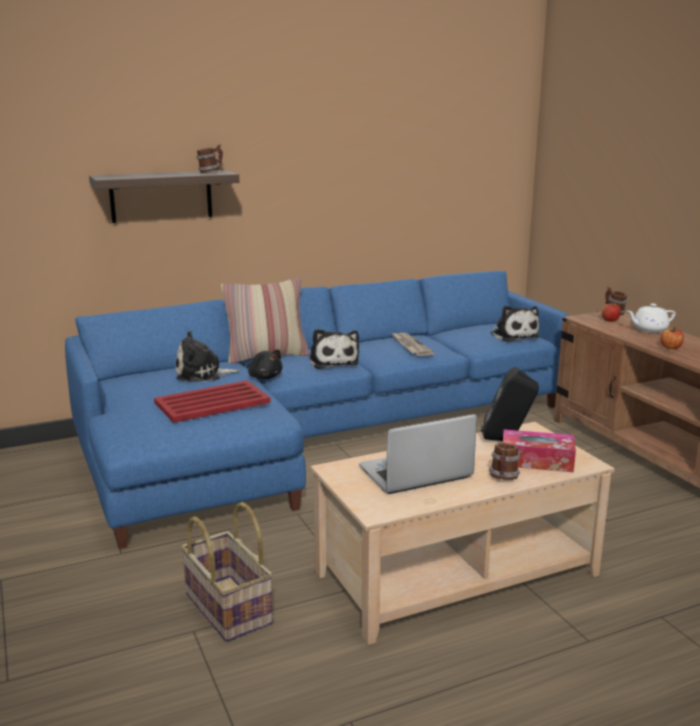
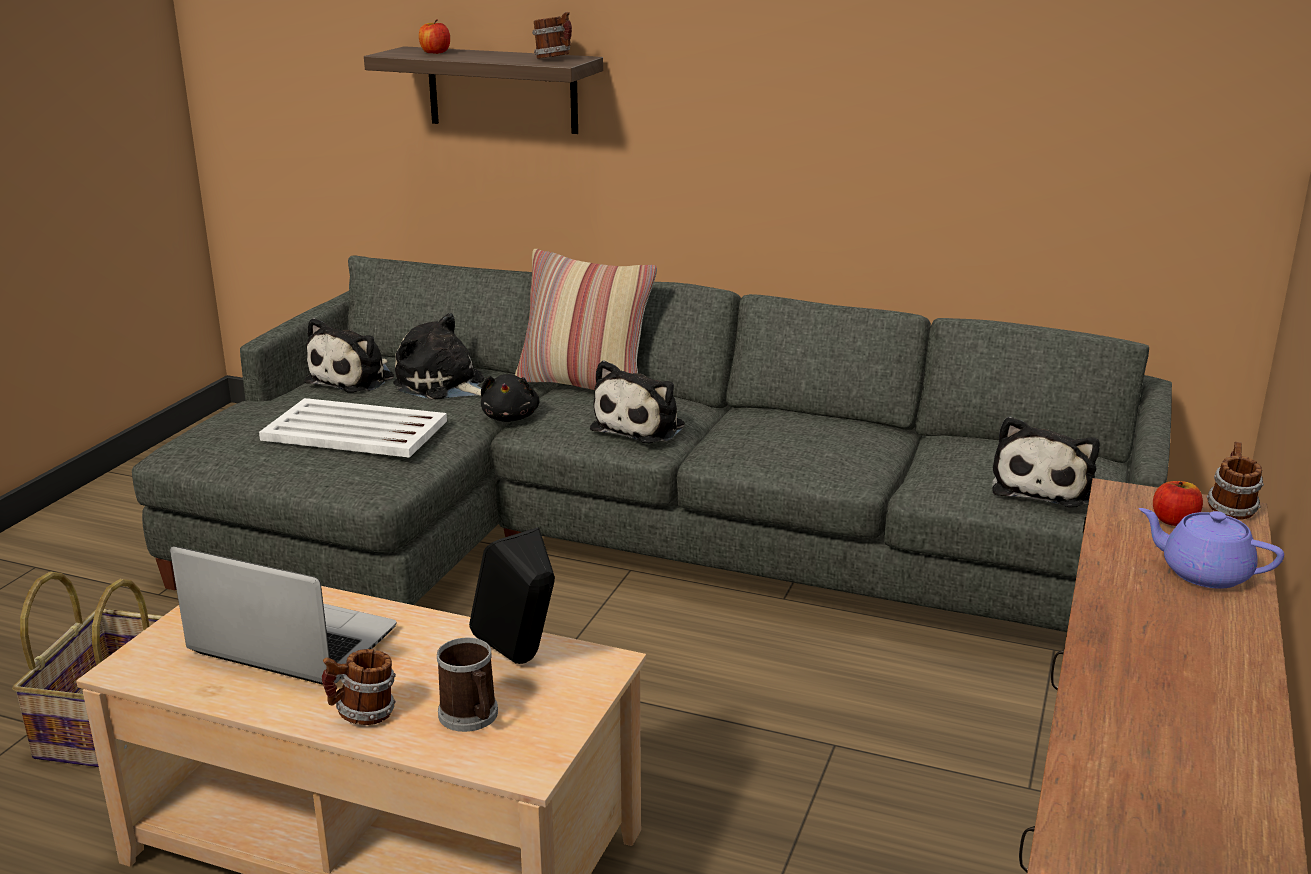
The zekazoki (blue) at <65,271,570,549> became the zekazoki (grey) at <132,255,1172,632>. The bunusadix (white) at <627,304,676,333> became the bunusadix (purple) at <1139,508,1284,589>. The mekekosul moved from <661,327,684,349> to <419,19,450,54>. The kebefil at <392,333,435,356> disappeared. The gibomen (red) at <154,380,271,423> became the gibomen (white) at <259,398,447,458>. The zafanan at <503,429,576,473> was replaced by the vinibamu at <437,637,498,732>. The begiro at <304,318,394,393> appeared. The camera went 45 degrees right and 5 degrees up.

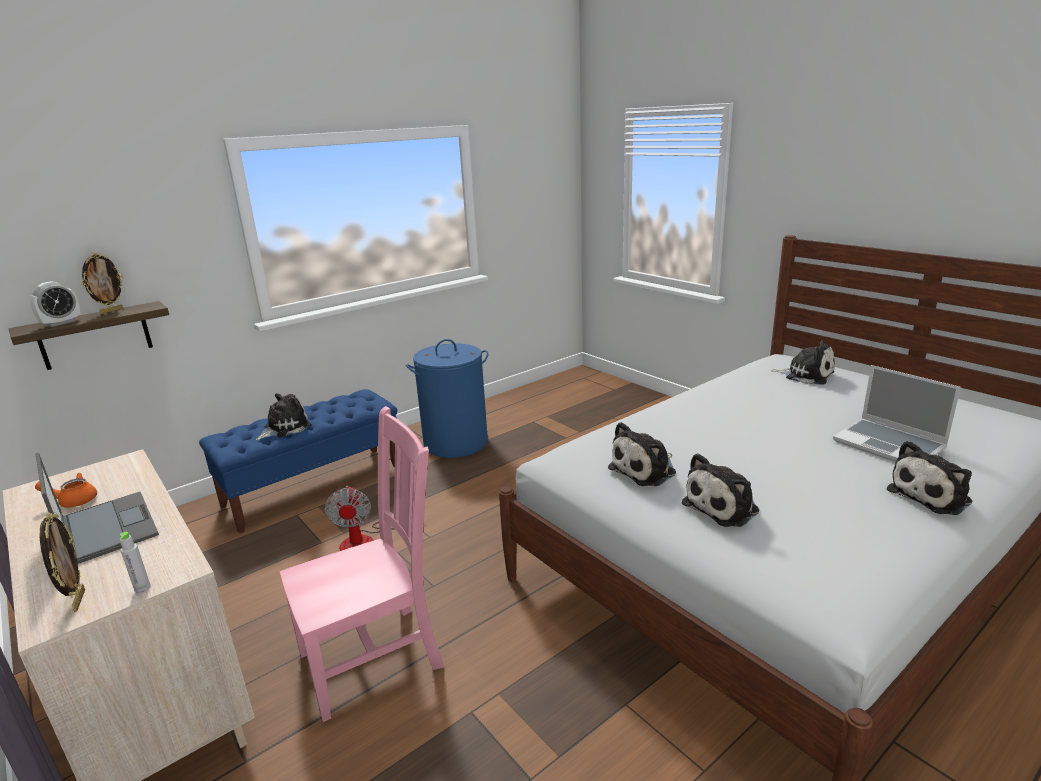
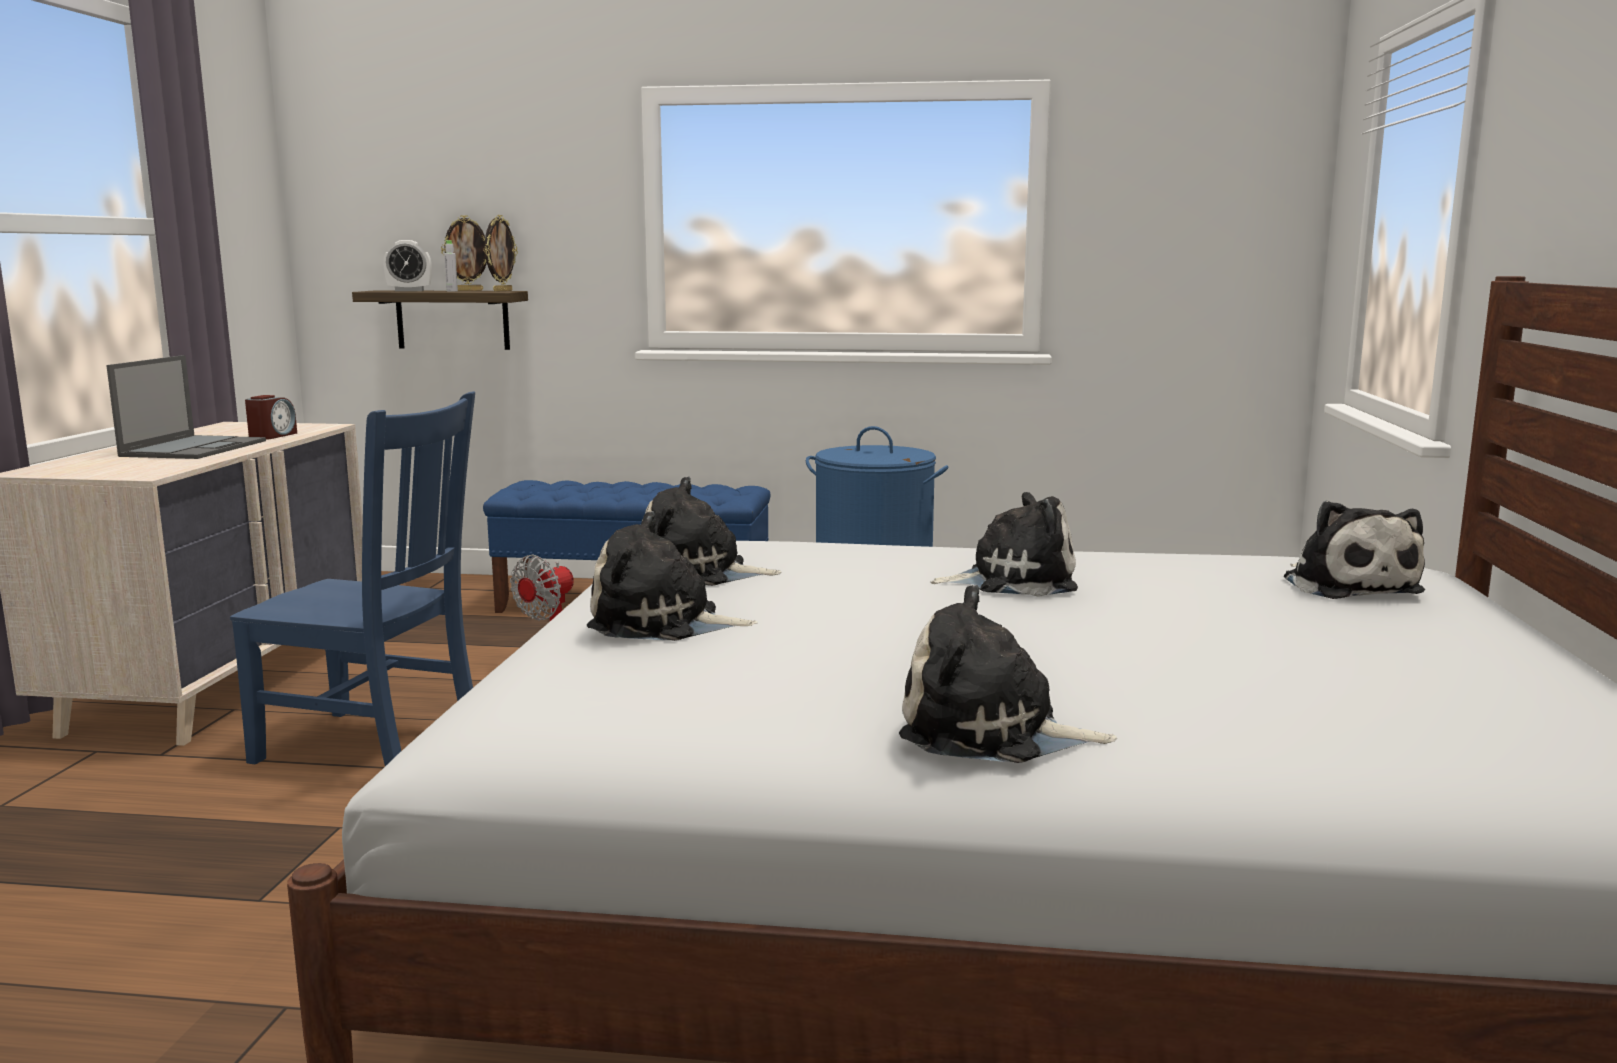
The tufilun at <833,365,961,462> disappeared. The begiro moved from <256,393,312,440> to <930,492,1078,597>. The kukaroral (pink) at <280,406,444,722> became the kukaroral (blue) at <230,391,475,766>. The bunusadix (orange) at <35,473,97,508> disappeared. The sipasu moved from <40,512,85,612> to <485,215,518,292>. The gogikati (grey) moved from <120,532,151,594> to <444,240,458,292>. The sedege at <245,395,297,440> appeared. The camera went 45 degrees right and 10 degrees down.

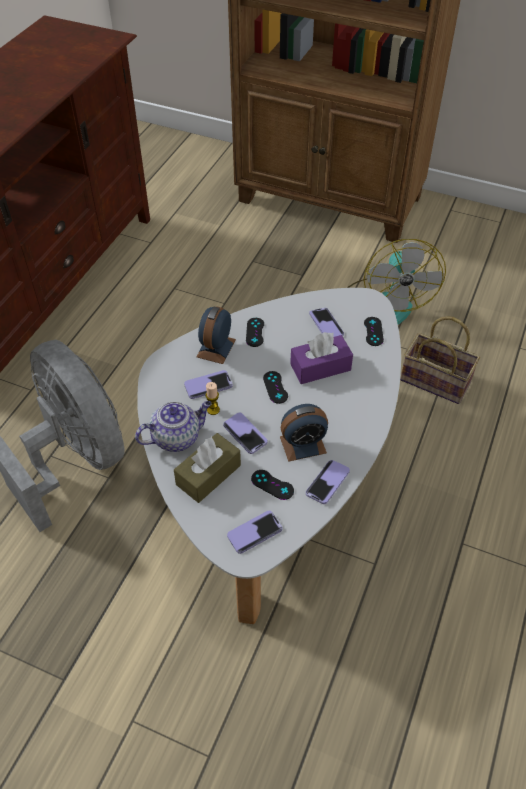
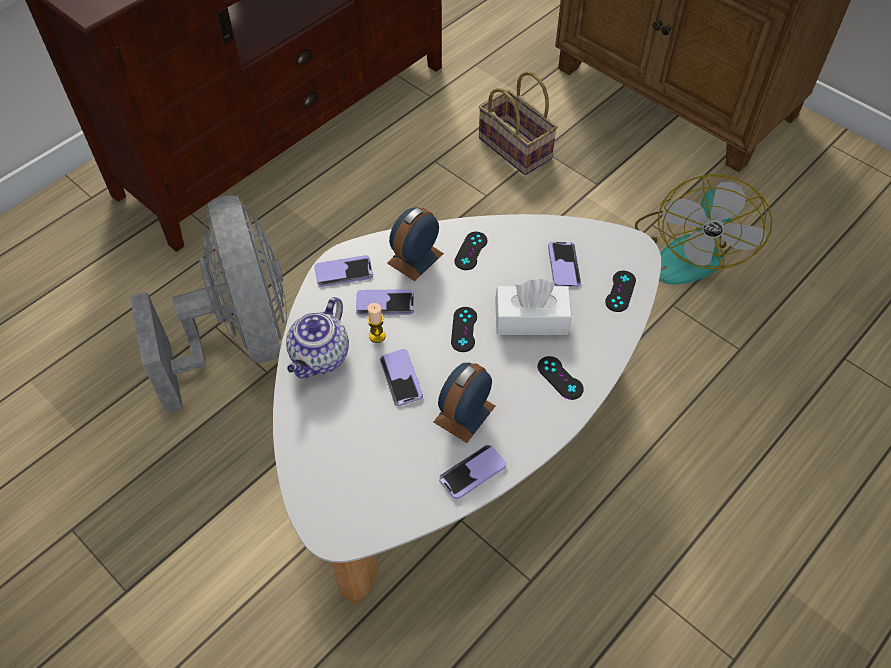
The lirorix moved from <400,316,480,404> to <479,71,558,175>. The zafanan (purple) at <290,332,353,384> became the zafanan (white) at <495,279,572,335>. The bunusadix at <135,401,212,452> turned 120 degrees clockwise. The sedege at <280,404,328,462> turned 120 degrees clockwise. The zafanan (brown) at <174,433,241,503> disappeared. The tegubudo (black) moved from <251,470,294,500> to <538,356,584,400>. The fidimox moved from <227,511,282,554> to <315,255,373,287>. The camera went 20 degrees right and 5 degrees up.

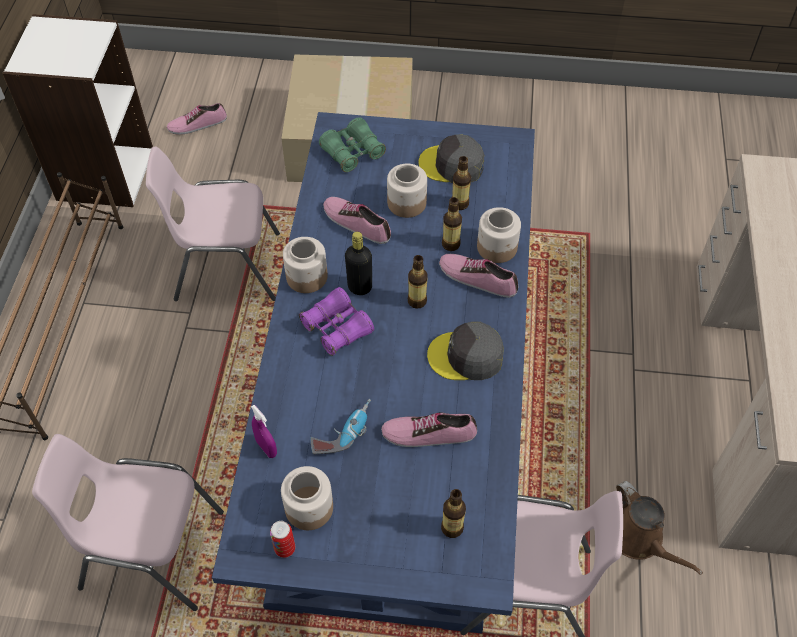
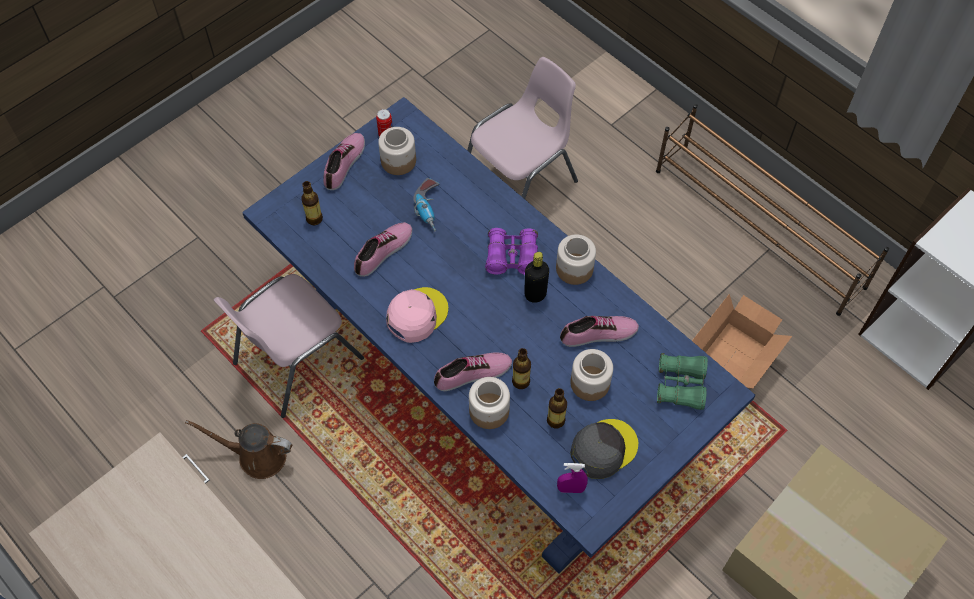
The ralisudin moved from <167,103,227,135> to <323,133,365,190>. The kukaroral (pink) at <146,146,280,301> was replaced by the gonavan at <692,294,792,388>. The gogikati at <408,255,428,309> disappeared. The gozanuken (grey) at <427,321,504,380> became the gozanuken (pink) at <386,287,448,343>. The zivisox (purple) moved from <251,405,277,458> to <557,463,588,493>. The camera went 130 degrees right and 5 degrees up.

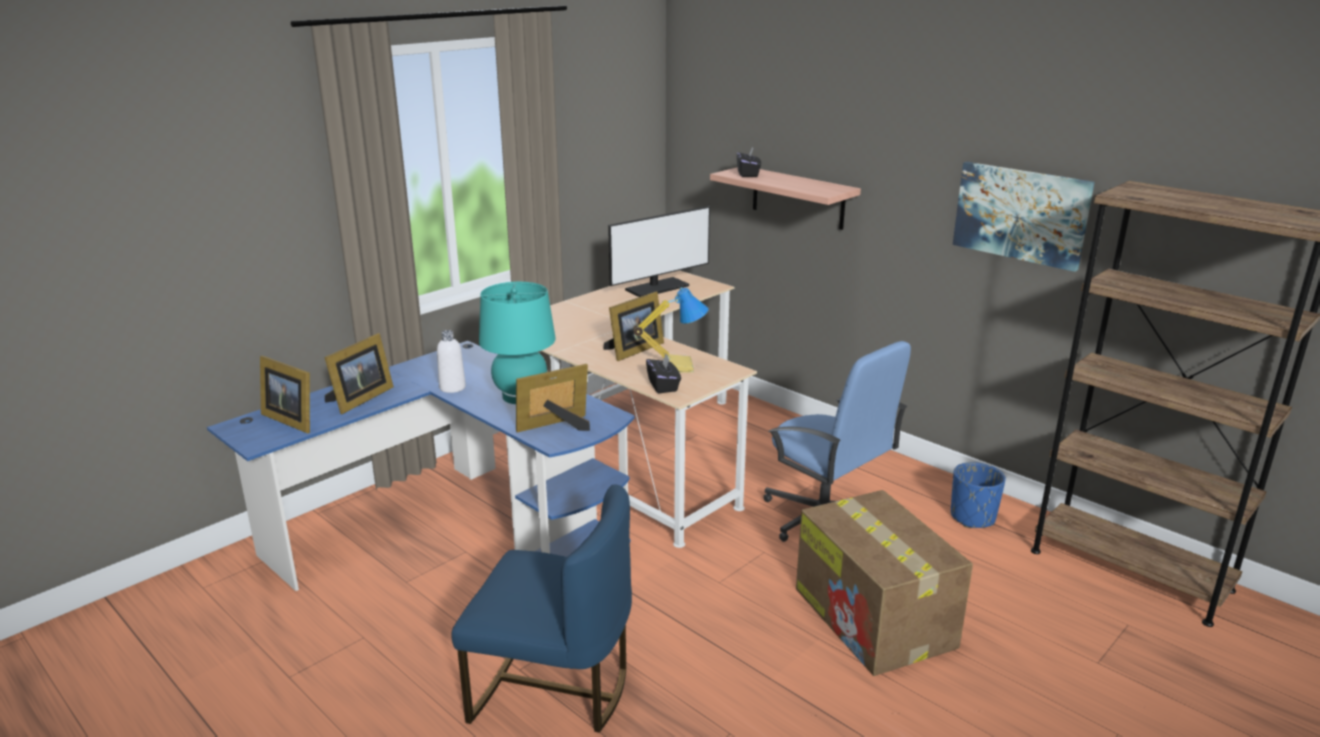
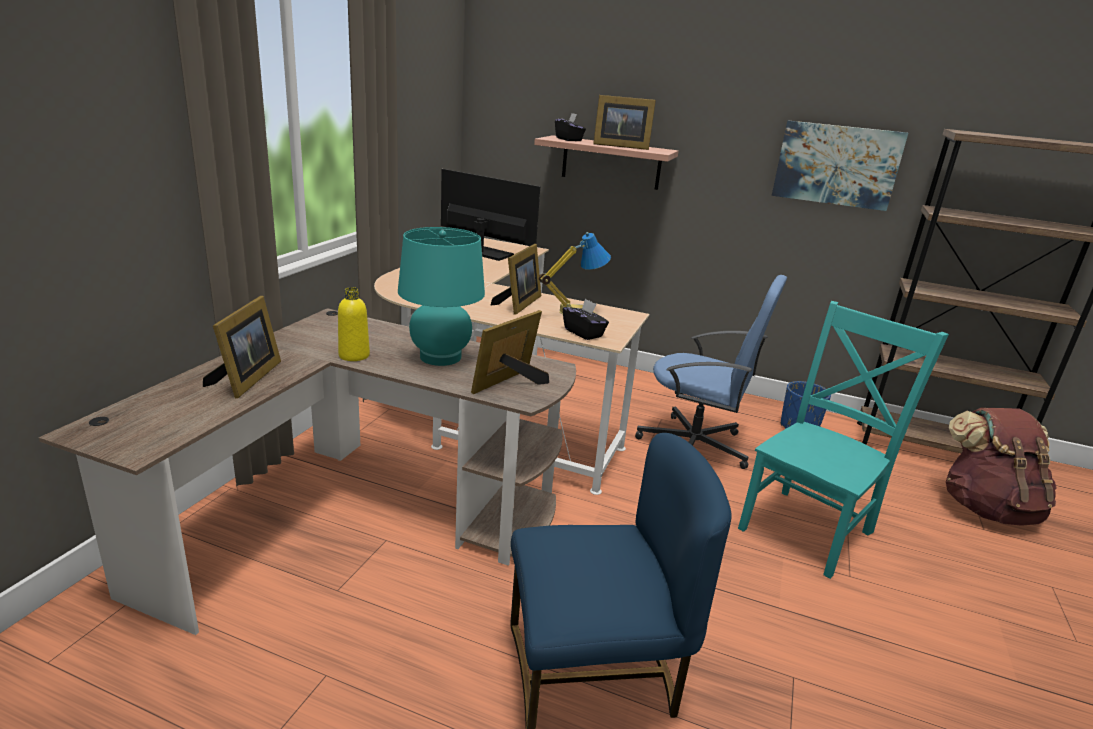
The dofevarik at <608,206,710,297> turned 90 degrees counterclockwise. The gogikati (white) at <437,330,466,393> became the gogikati (yellow) at <338,287,370,361>. The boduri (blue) at <207,341,635,591> became the boduri (brown) at <39,308,576,635>. The sipasu moved from <260,356,310,433> to <593,95,656,150>. The gonavan at <796,490,973,676> was replaced by the kukaroral (turquoise) at <738,301,949,579>. The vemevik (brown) at <946,408,1057,526> appeared. The camera went 25 degrees left and 0 degrees up.

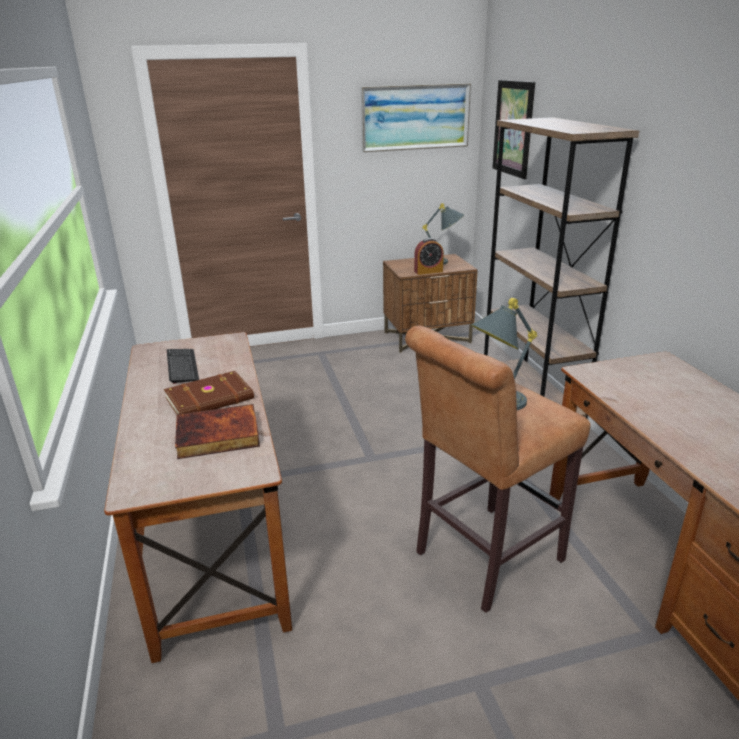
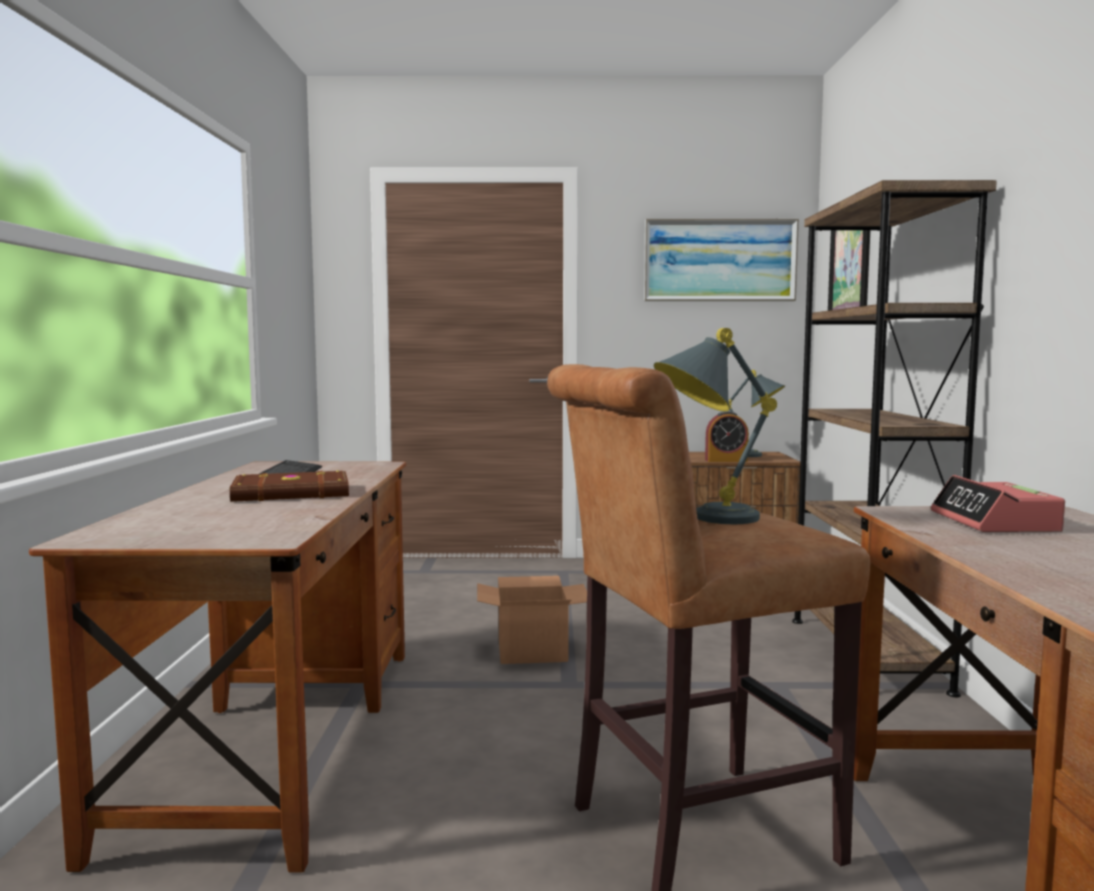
The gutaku at <175,404,260,459> disappeared. The sedege at <931,475,1065,532> appeared. The gonavan at <477,576,587,664> appeared. The camera went 15 degrees right and 20 degrees down.

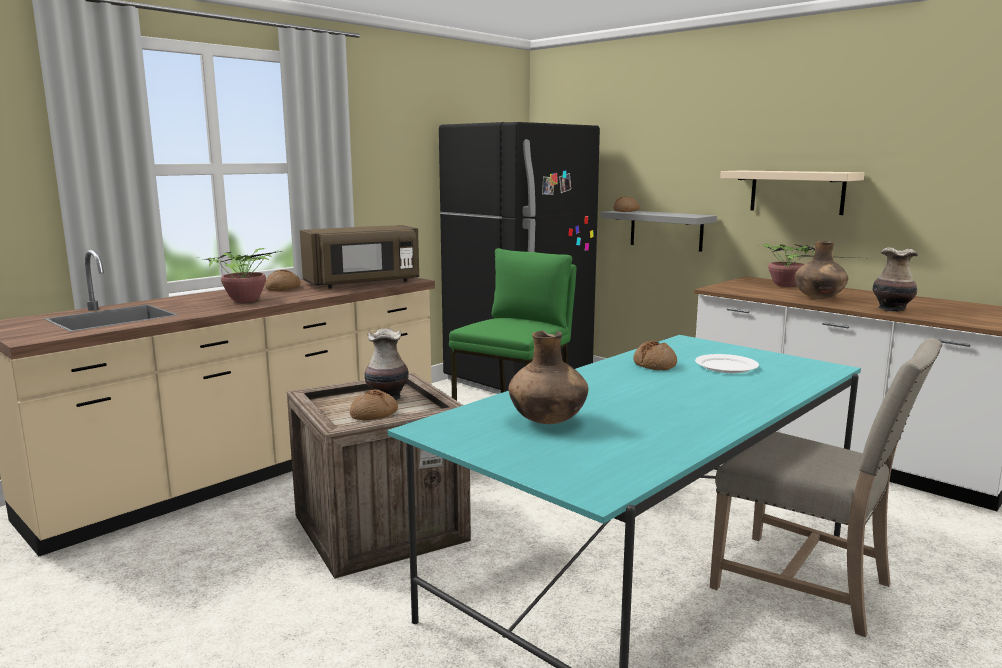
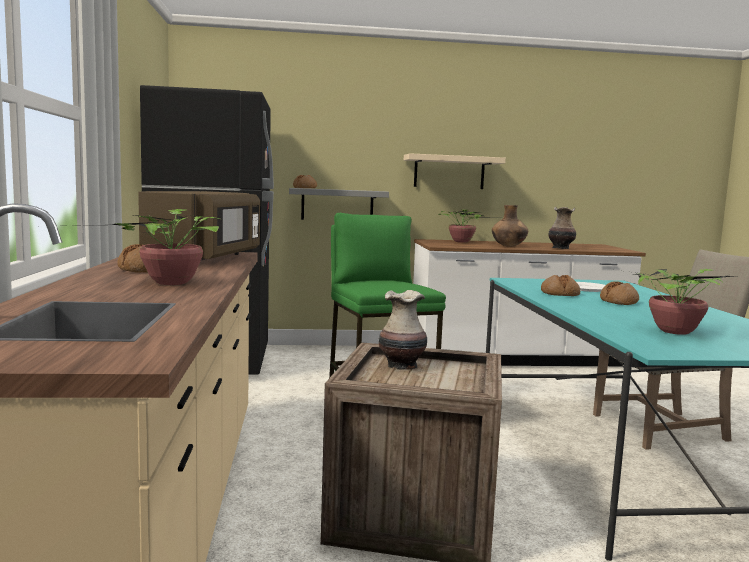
The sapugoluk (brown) at <508,330,588,424> was replaced by the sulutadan at <618,269,736,335>. The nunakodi moved from <350,389,398,420> to <600,281,639,305>. The camera went 50 degrees left and 5 degrees down.

